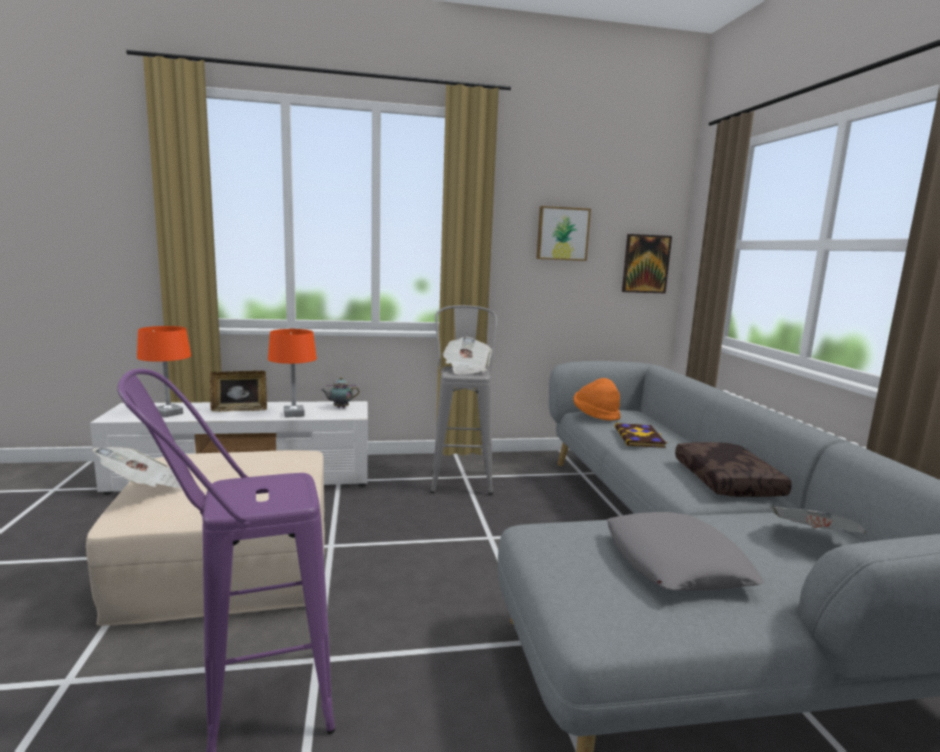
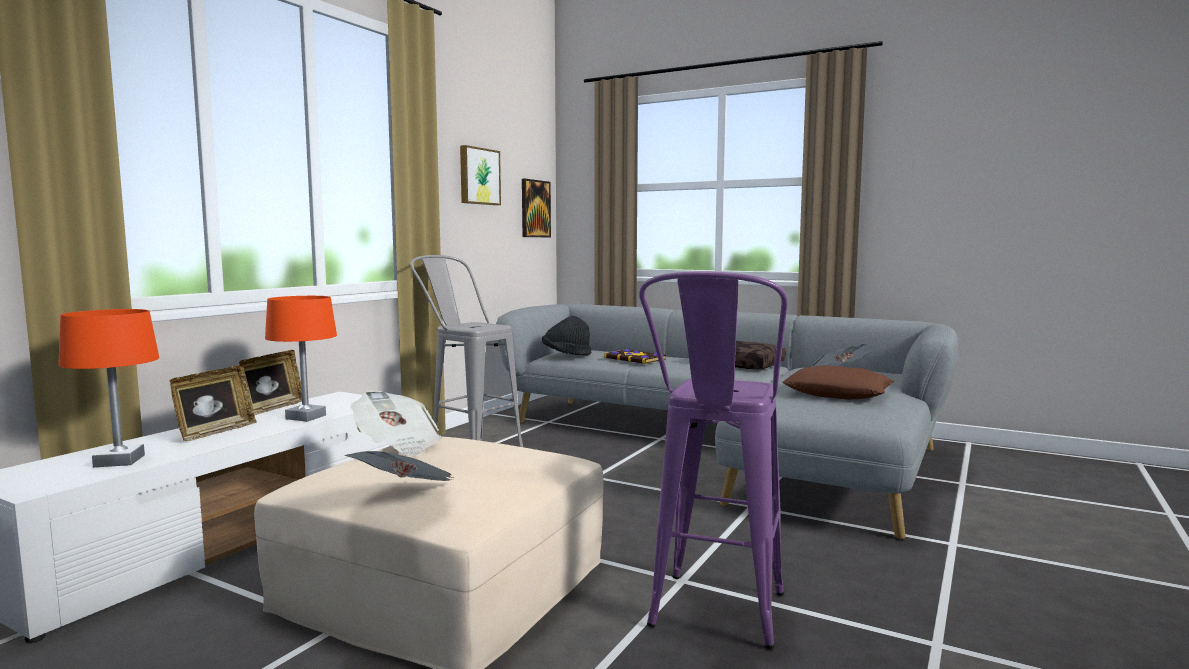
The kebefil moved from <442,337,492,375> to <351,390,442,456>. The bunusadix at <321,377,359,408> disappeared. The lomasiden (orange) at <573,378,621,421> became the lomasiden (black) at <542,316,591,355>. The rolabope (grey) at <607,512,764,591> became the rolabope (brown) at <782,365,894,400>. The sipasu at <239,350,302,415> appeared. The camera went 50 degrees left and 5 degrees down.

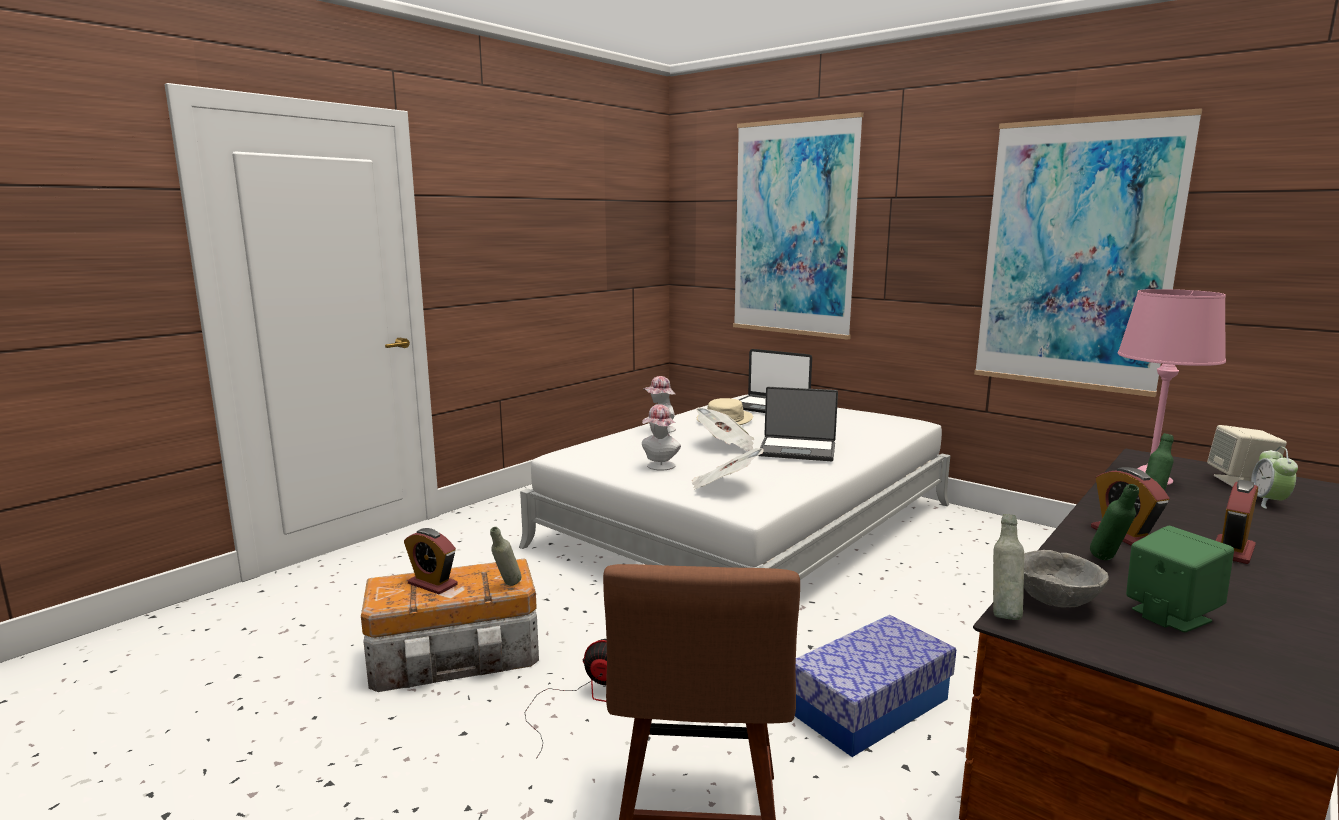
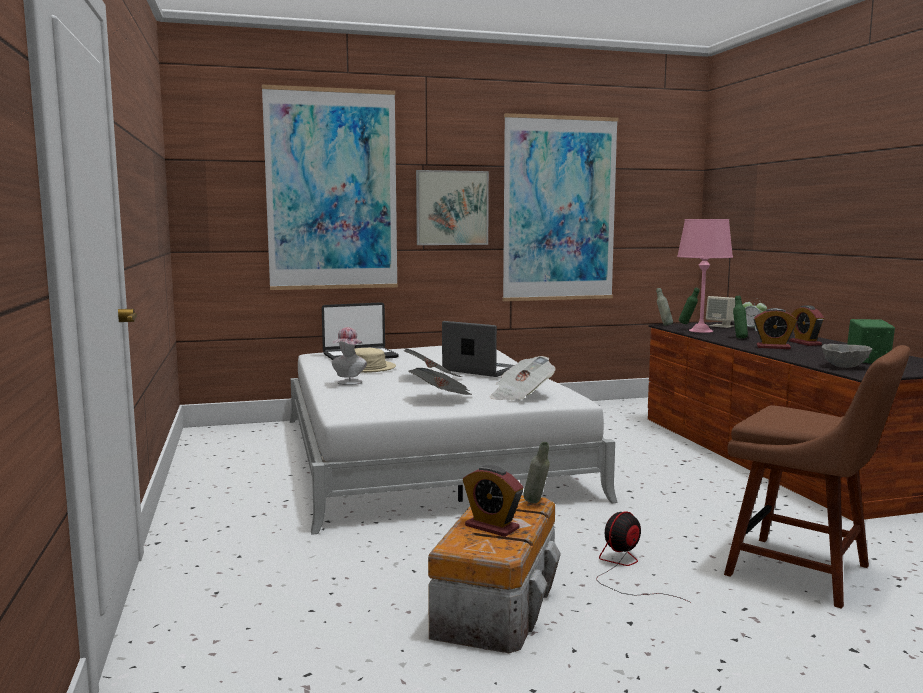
The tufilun at <758,387,838,461> turned 105 degrees counterclockwise. The lomasiden at <642,404,681,471> was replaced by the kebefil at <409,368,472,395>. The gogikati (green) moved from <1090,484,1139,560> to <679,288,700,324>. The gogikati (grey) moved from <993,514,1024,620> to <656,288,673,326>. The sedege at <404,528,458,594> turned 60 degrees clockwise. The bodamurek at <795,615,957,757> disappeared. The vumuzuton at <416,170,489,245> appeared. The camera went 55 degrees left and 5 degrees down.

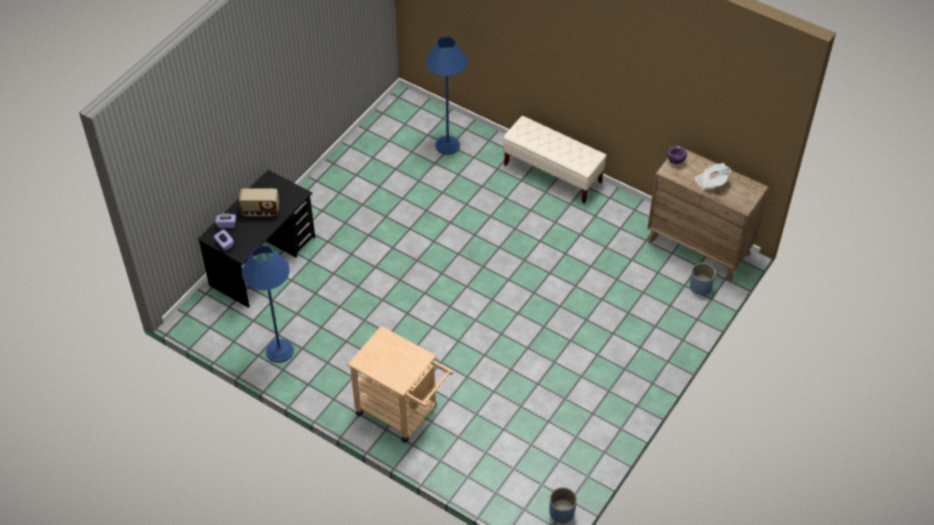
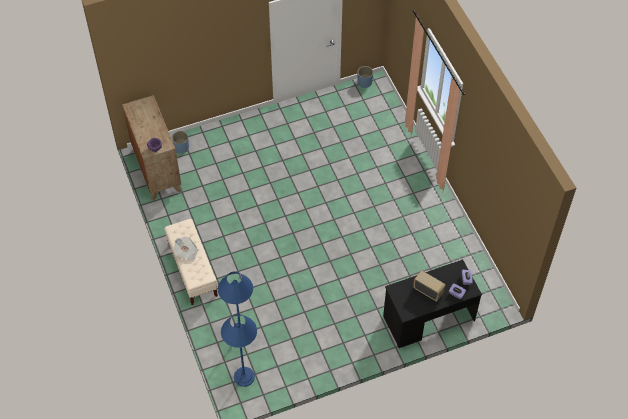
The kebefil moved from <694,163,731,190> to <174,237,198,262>. The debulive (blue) moved from <242,246,294,363> to <221,314,257,387>. The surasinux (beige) at <347,326,453,443> disappeared. The camera went 145 degrees left and 5 degrees up.

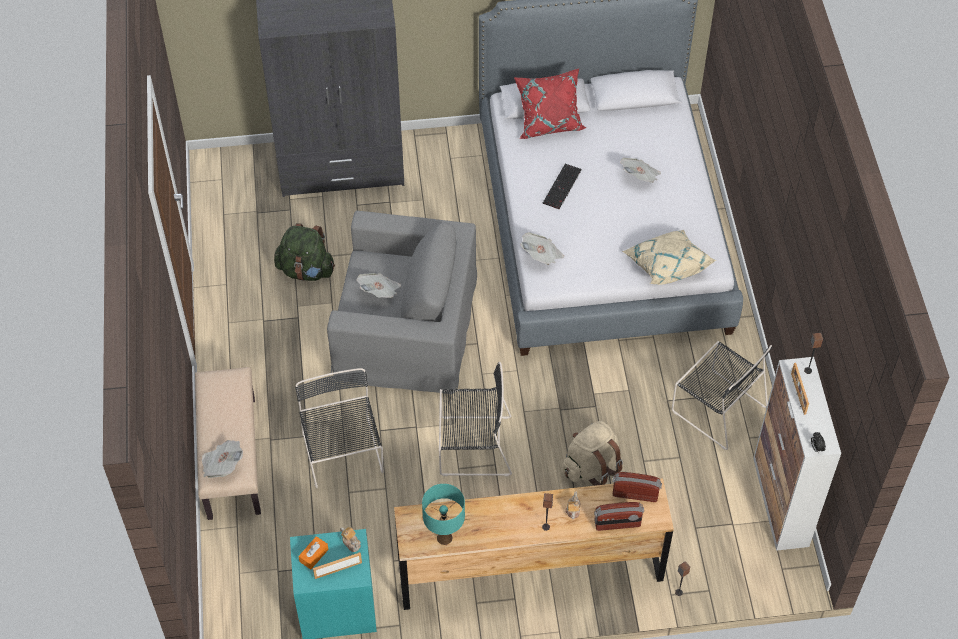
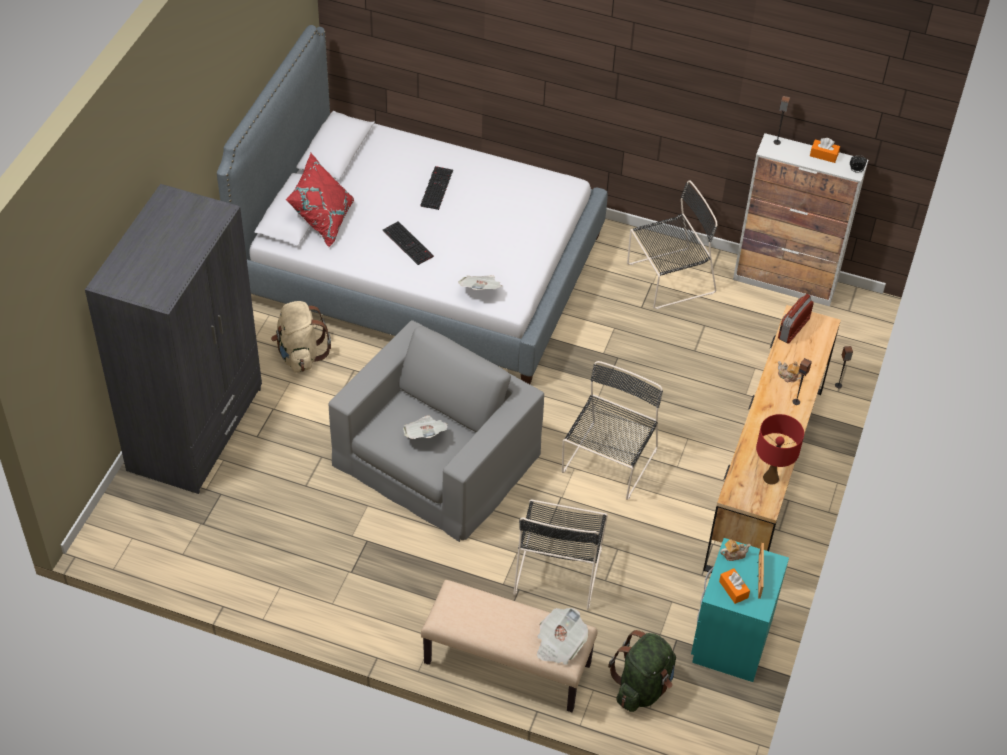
The kebefil at <620,158,661,183> was replaced by the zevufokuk at <420,166,453,210>. The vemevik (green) moved from <274,223,335,281> to <608,630,676,712>. The rolabope (beige) at <622,230,716,285> disappeared. The sipasu at <791,363,809,415> disappeared. The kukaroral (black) at <295,368,384,488> turned 90 degrees counterclockwise. The vemevik (beige) moved from <562,421,623,486> to <271,301,331,373>. The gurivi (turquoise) at <422,484,465,545> became the gurivi (red) at <756,414,804,485>. The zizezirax at <594,502,644,531> disappeared. The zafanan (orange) at <810,138,840,163> appeared. The camera went 65 degrees left and 5 degrees down.

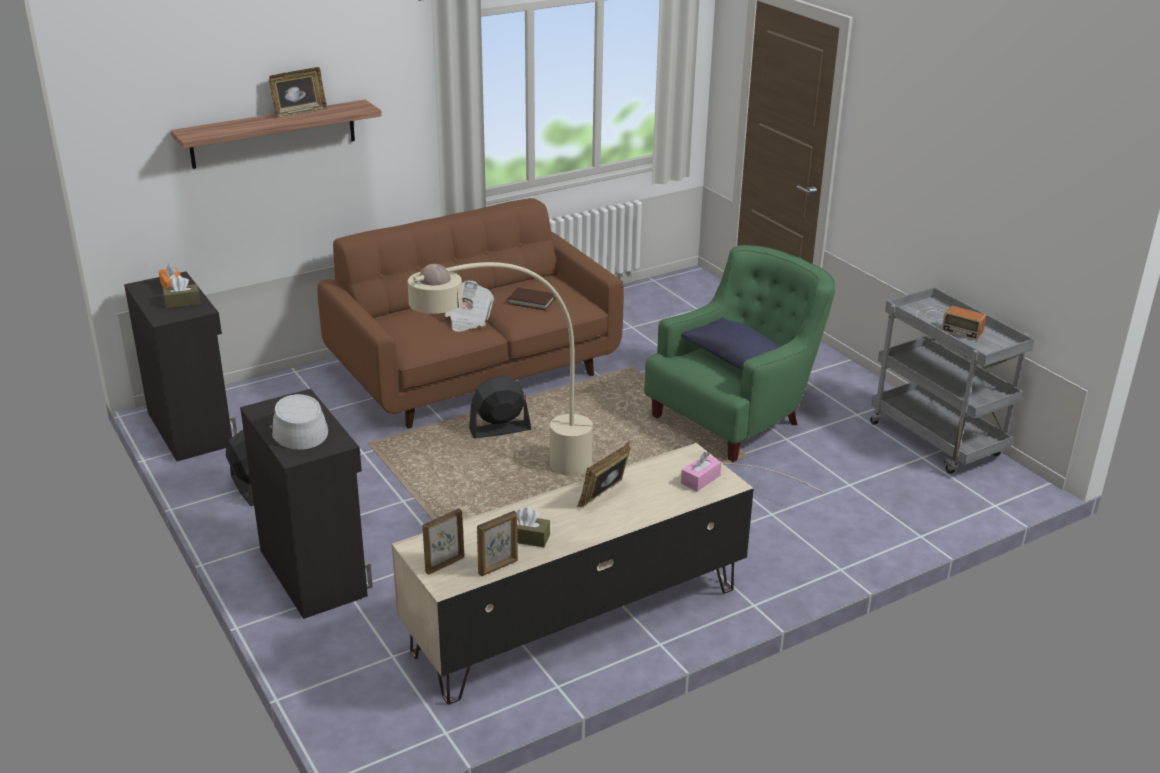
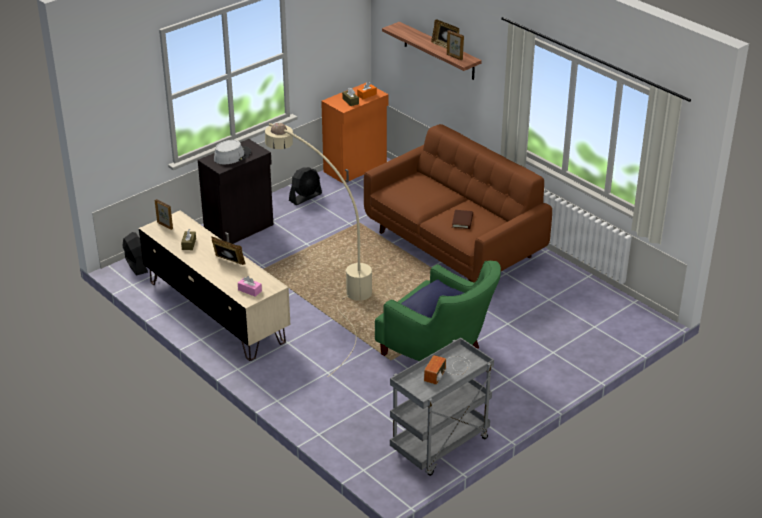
The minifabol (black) at <124,272,237,461> became the minifabol (orange) at <321,83,388,183>. The kebefil at <445,281,494,332> disappeared. The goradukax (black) moved from <469,376,531,438> to <123,232,148,276>. The sipasu moved from <477,511,518,576> to <447,30,464,60>. The camera went 80 degrees right and 5 degrees up.

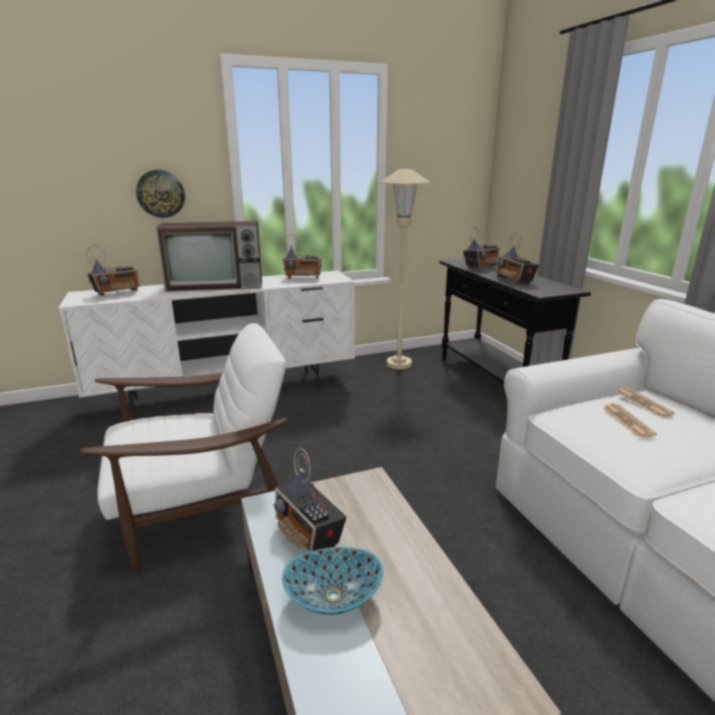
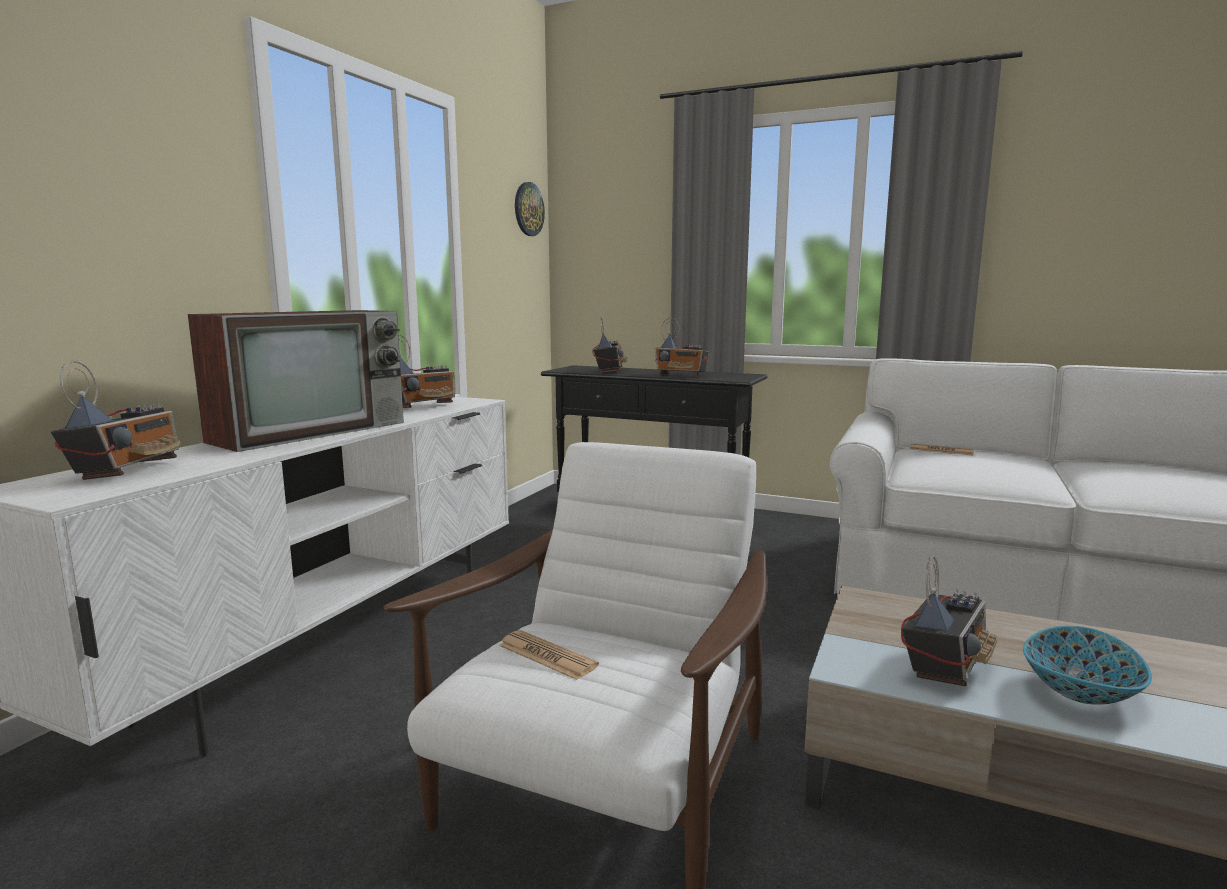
The debulive (beige) at <379,169,431,369> disappeared. The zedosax moved from <136,170,185,218> to <515,182,545,236>. The kebefil moved from <602,403,657,437> to <499,630,599,680>. The zizezirax at <273,448,347,552> turned 60 degrees counterclockwise. The camera went 45 degrees left and 10 degrees down.

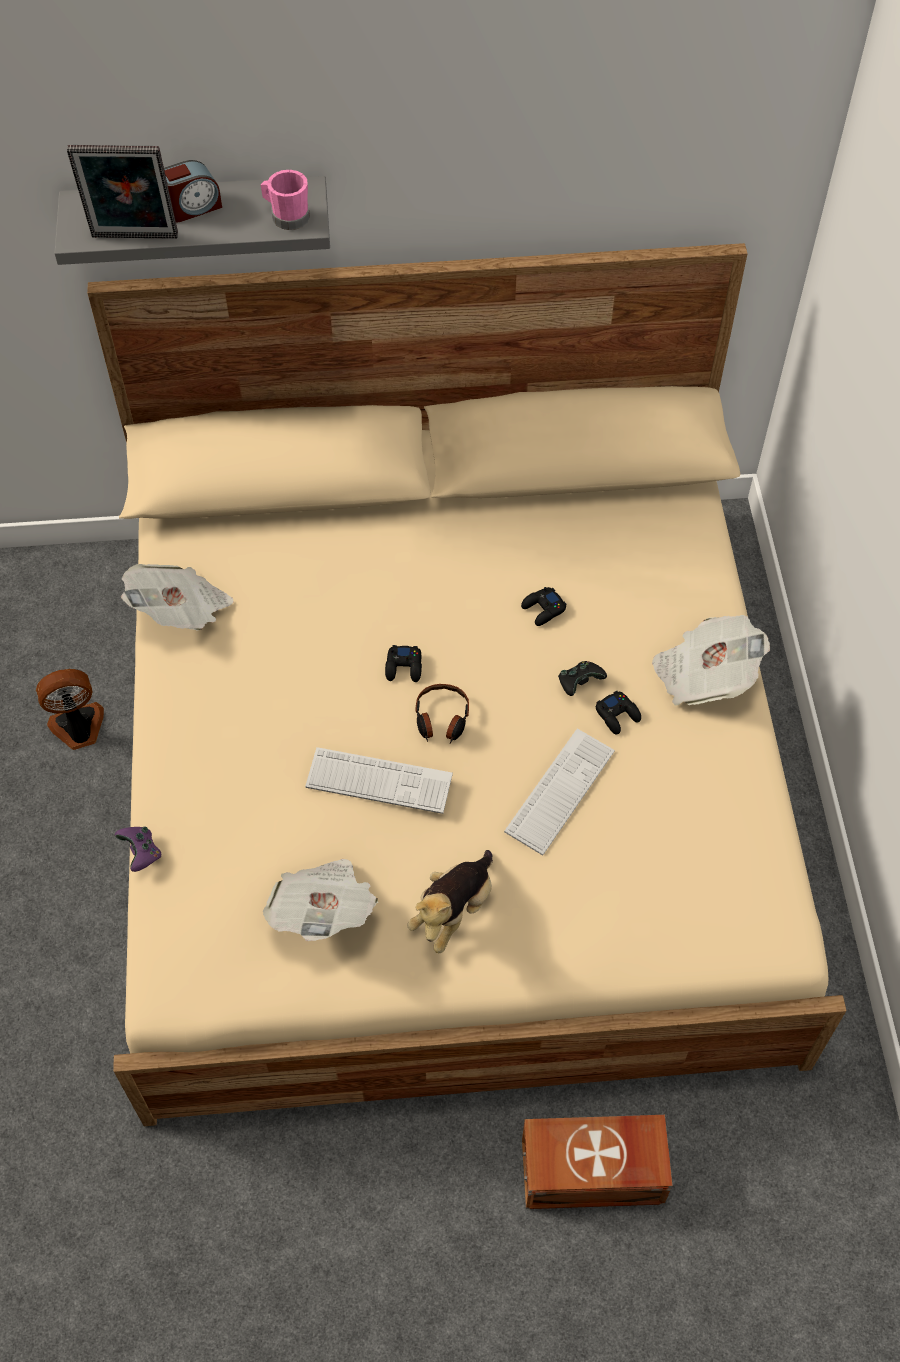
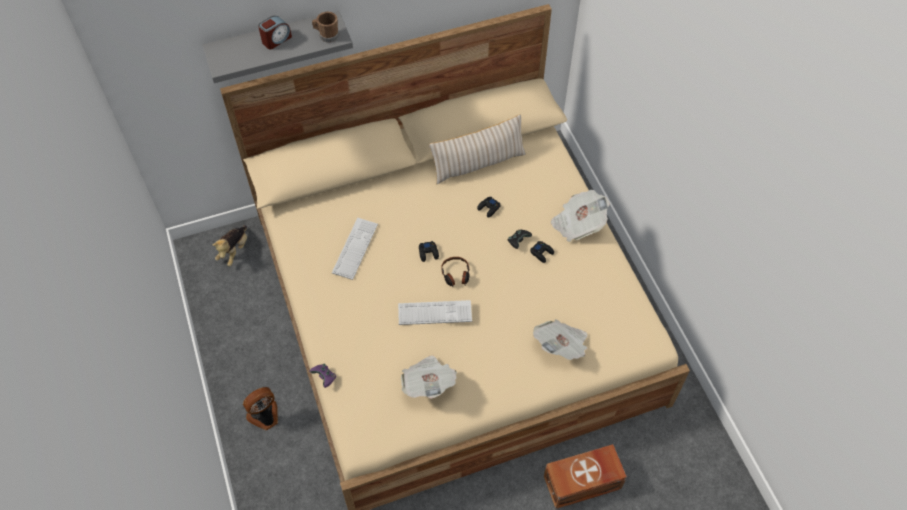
The sipasu at <67,145,178,239> disappeared. The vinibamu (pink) at <261,170,310,230> became the vinibamu (brown) at <312,12,339,43>. The kebefil moved from <121,564,234,631> to <533,319,588,360>. The goradukax moved from <36,669,104,750> to <243,387,278,430>. The zevufokuk moved from <504,729,615,856> to <332,218,378,280>. The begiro moved from <407,850,493,953> to <213,225,247,266>. The rolabope (beige) at <429,114,526,184> appeared. The camera went 15 degrees left and 0 degrees up.

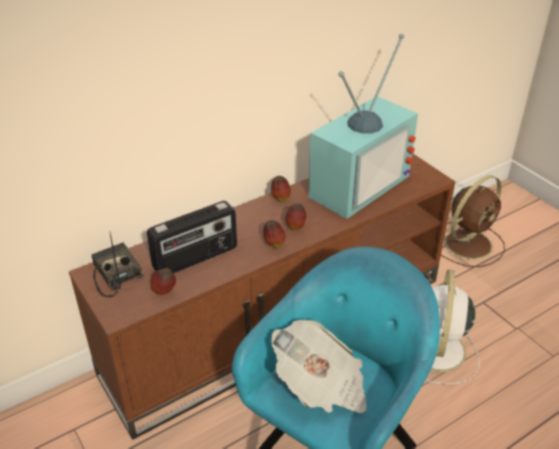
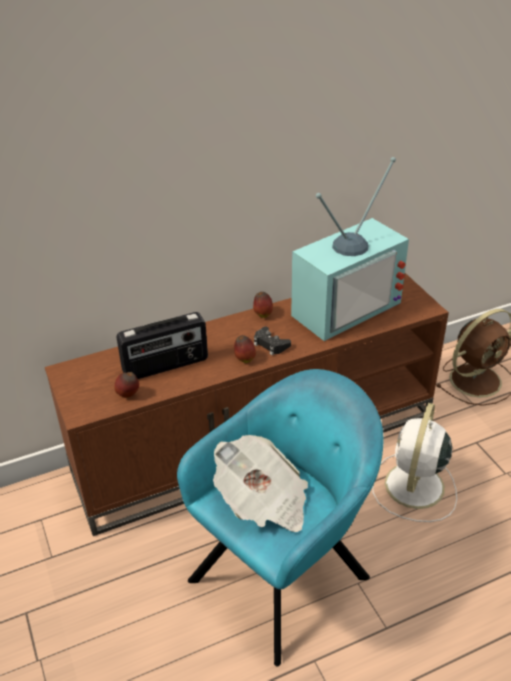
The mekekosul at <285,203,306,231> was replaced by the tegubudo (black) at <254,326,291,355>. The zizezirax at <92,233,143,297> disappeared. The camera went 10 degrees right and 0 degrees up.

